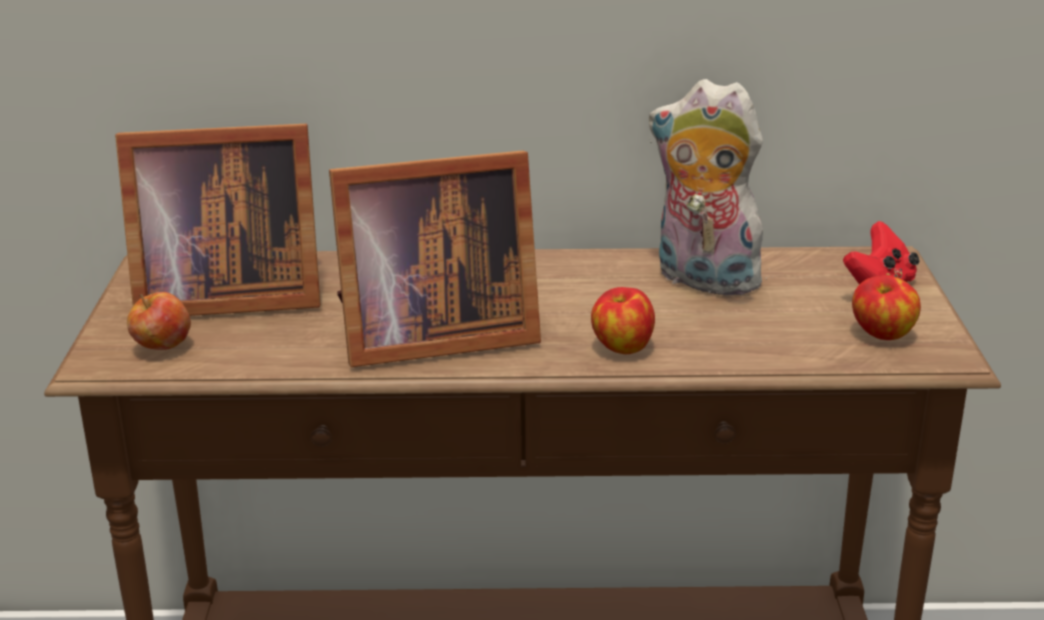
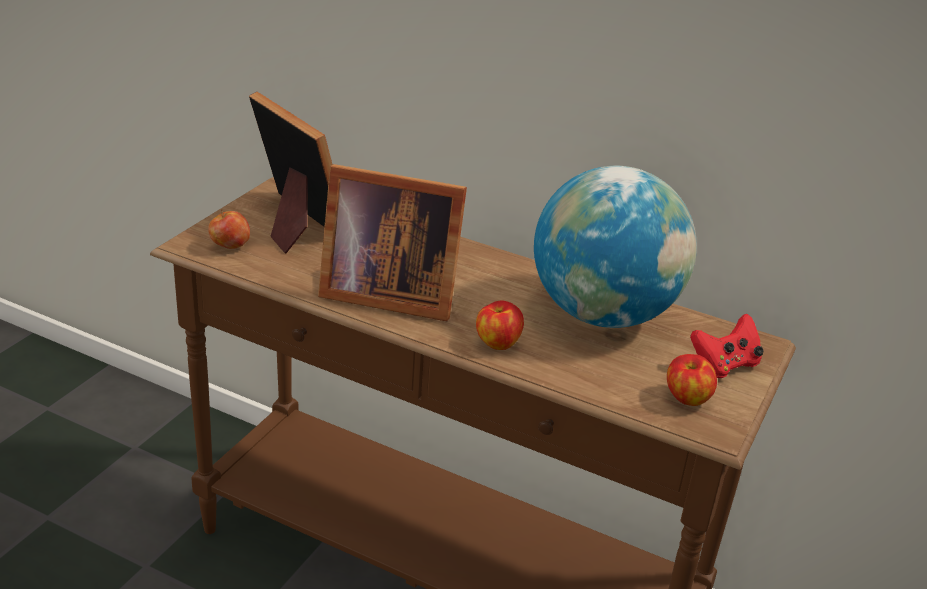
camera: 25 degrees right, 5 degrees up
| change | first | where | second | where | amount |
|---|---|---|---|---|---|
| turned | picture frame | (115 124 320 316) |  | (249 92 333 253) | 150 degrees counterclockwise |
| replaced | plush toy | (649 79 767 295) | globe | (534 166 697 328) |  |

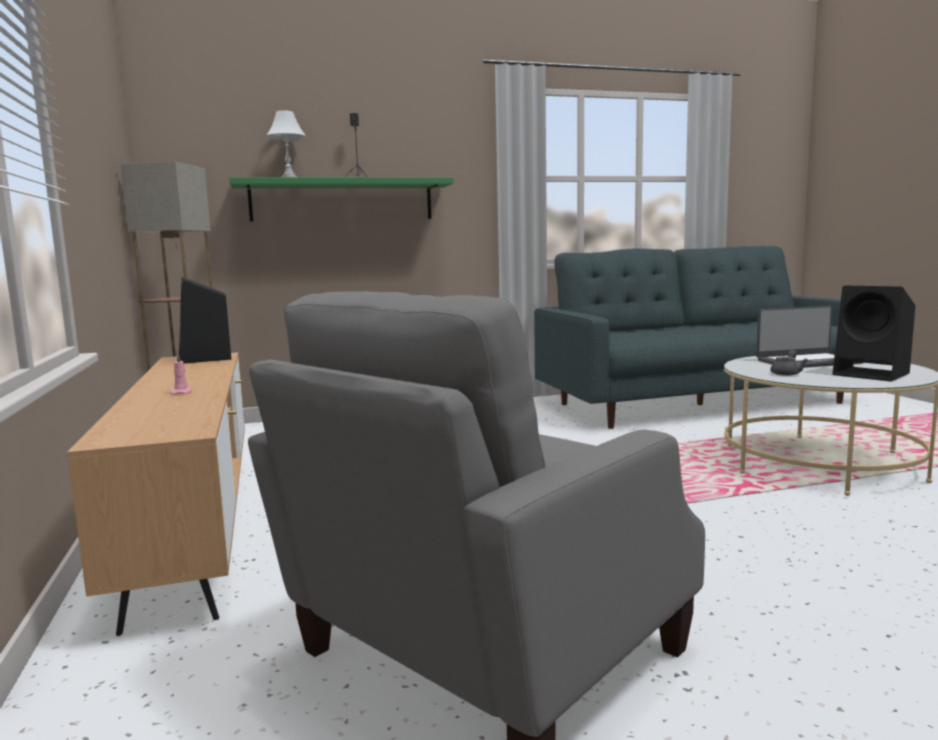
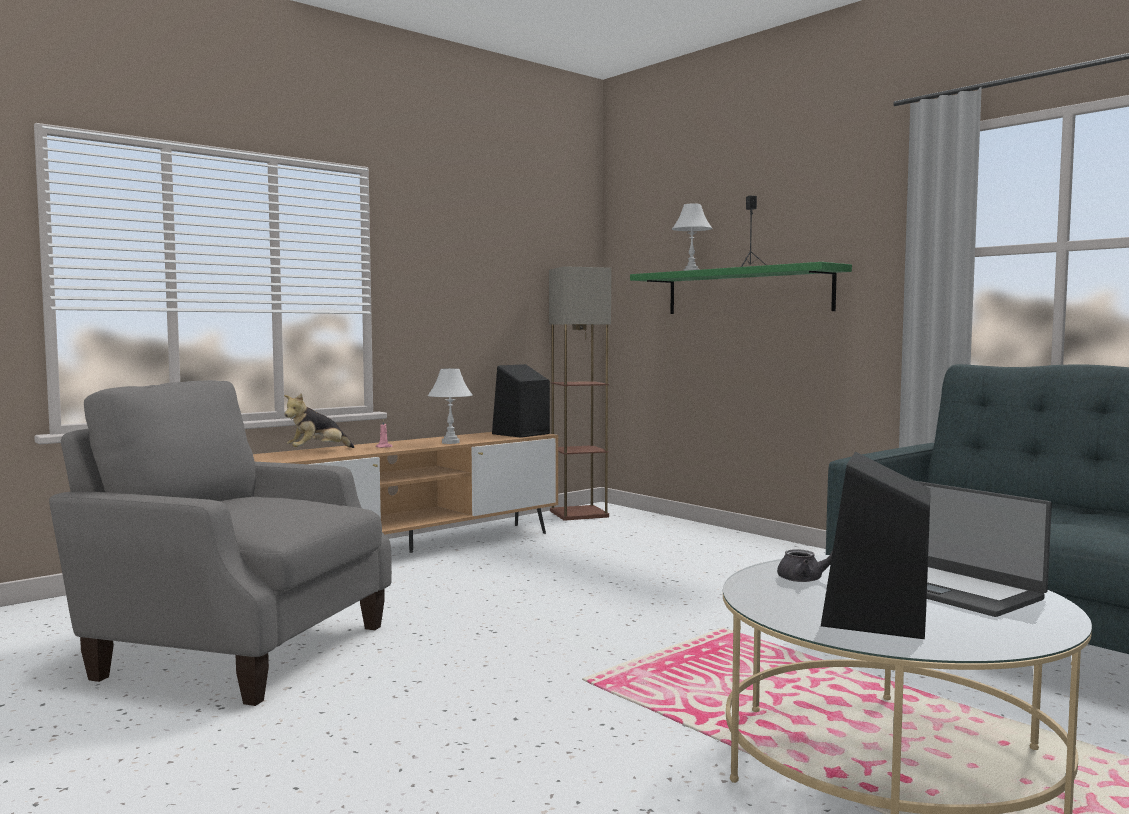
camera: 65 degrees right, 5 degrees down
| change | first | where | second | where | amount |
|---|---|---|---|---|---|
| added |  |  | plush toy | (284 393 354 448) |  |
| added |  |  | table lamp/white | (428 368 473 444) |  |

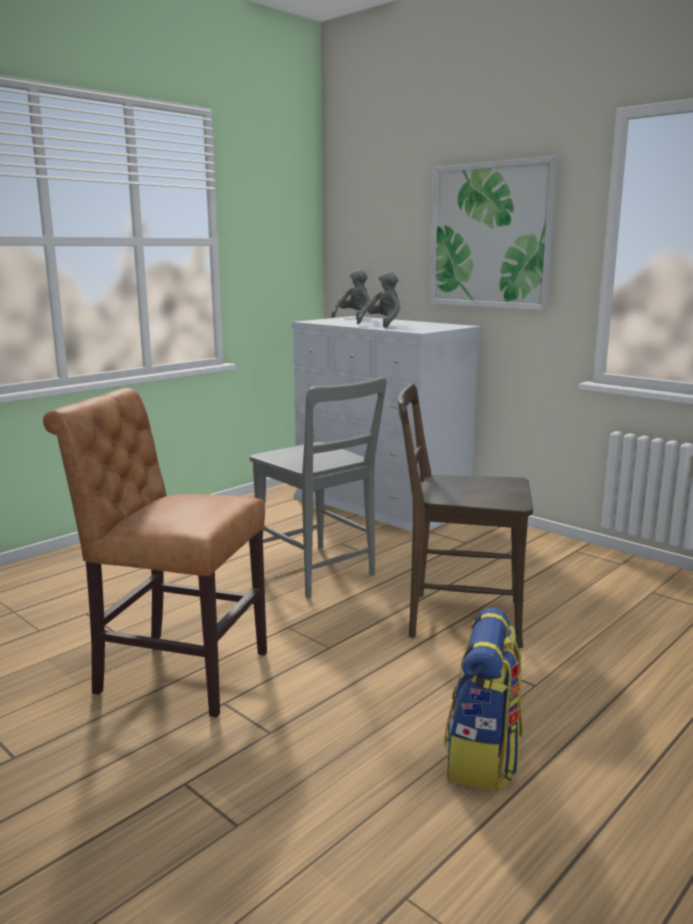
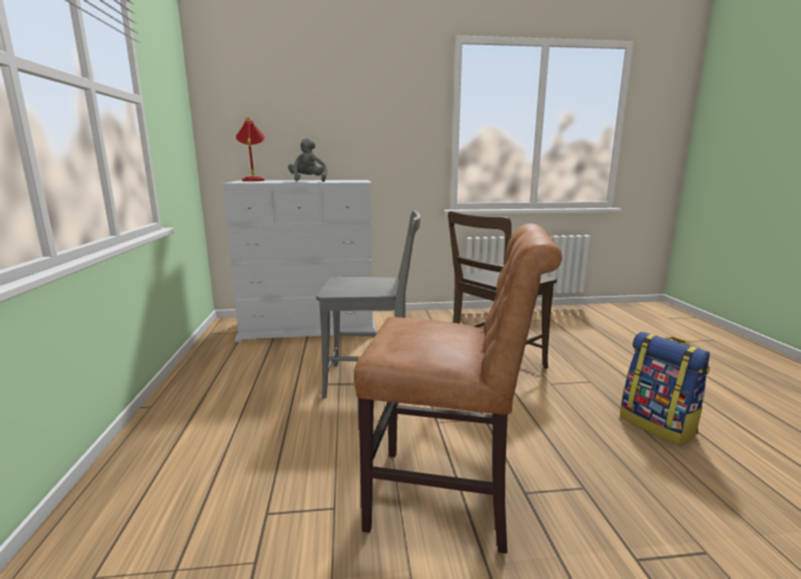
camera: 50 degrees left, 0 degrees up
| change | first | where | second | where | amount |
|---|---|---|---|---|---|
| replaced | plush toy/grey | (331 269 370 319) | table lamp/red | (236 116 265 181) |  |
| turned | chair/brown | (43 388 267 718) |  | (354 223 562 554) | 135 degrees counterclockwise |
| removed | picture | (430 156 559 310) |  |  |  |

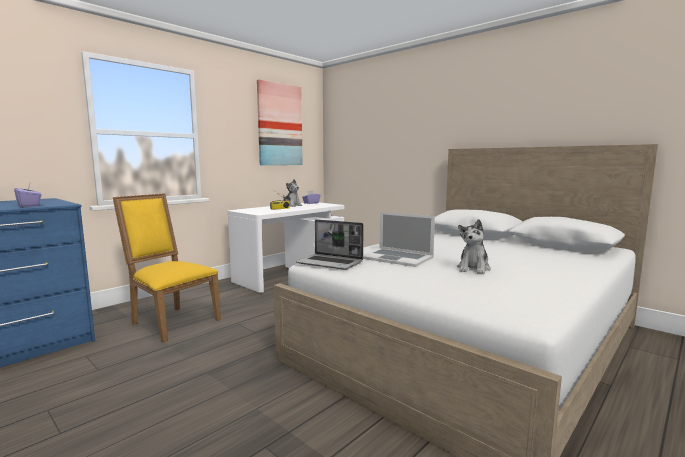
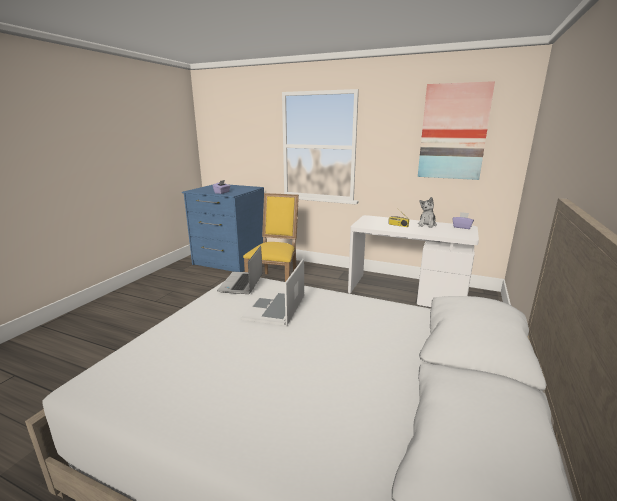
camera: 70 degrees right, 10 degrees up
| change | first | where | second | where | amount |
|---|---|---|---|---|---|
| removed | plush toy | (457 219 491 274) |  |  |  |

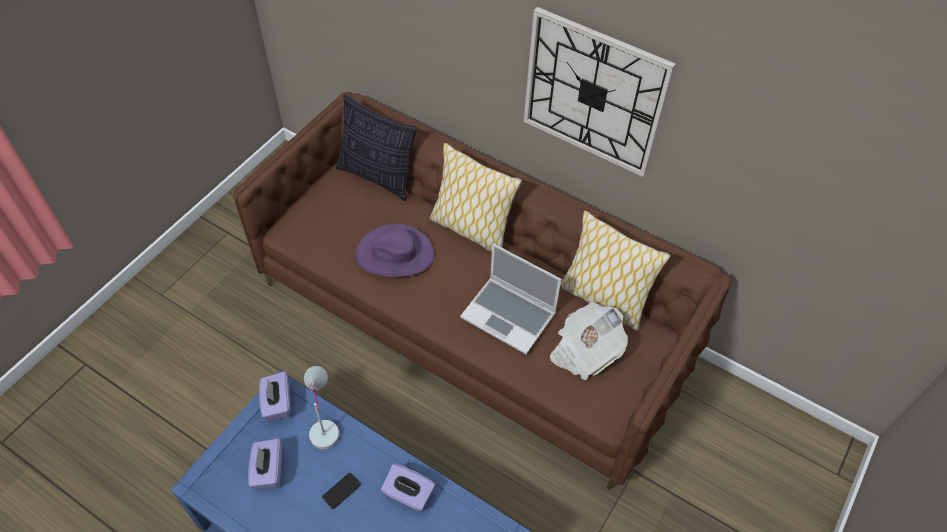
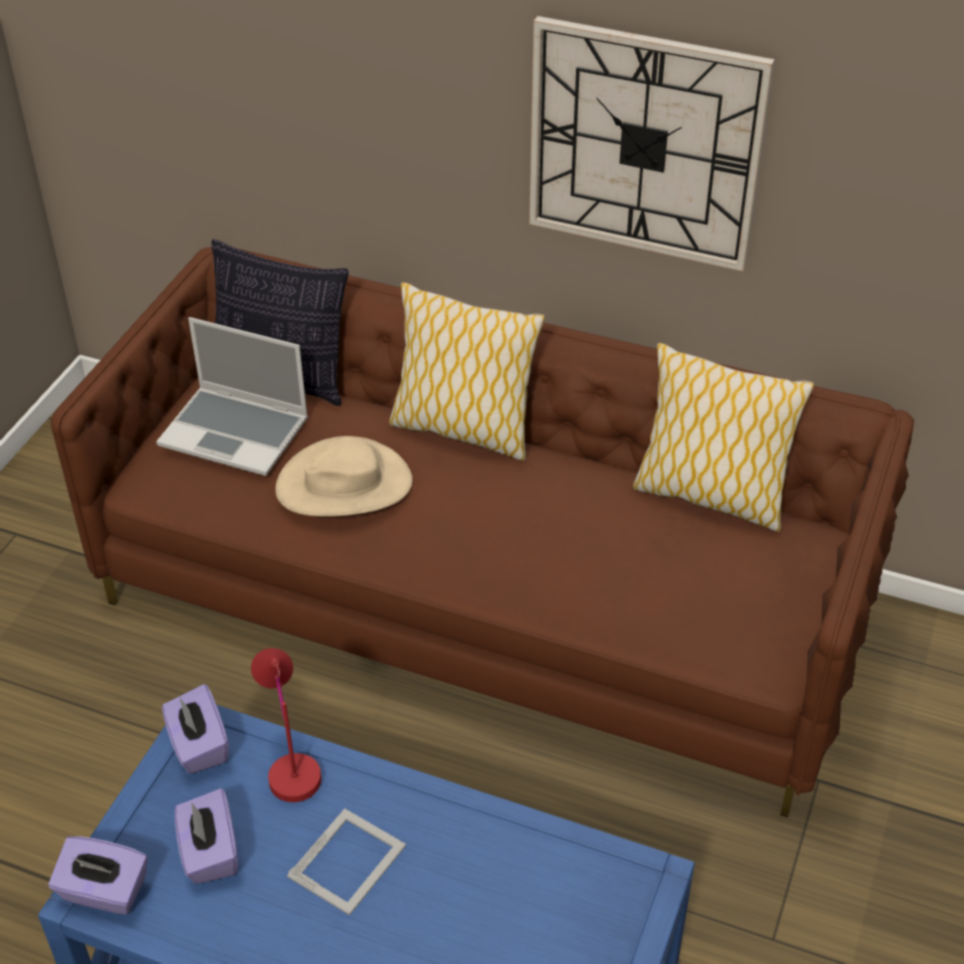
camera: 10 degrees left, 10 degrees down
| change | first | where | second | where | amount |
|---|---|---|---|---|---|
| moved | tissue box/purple | (381 463 435 512) |  | (48 836 148 915) |  |
| moved | laptop | (460 243 561 354) |  | (156 317 308 476) |  |
| recoloured | table lamp/white | (304 366 339 449) | table lamp/red | (251 648 321 802) |  |
| recoloured | hat/purple | (355 224 434 277) | hat/beige | (275 436 413 517) |  |
| replaced | phone | (322 473 361 509) | picture frame | (287 809 406 915) |  |
| removed | newspaper | (550 302 628 380) |  |  |  |

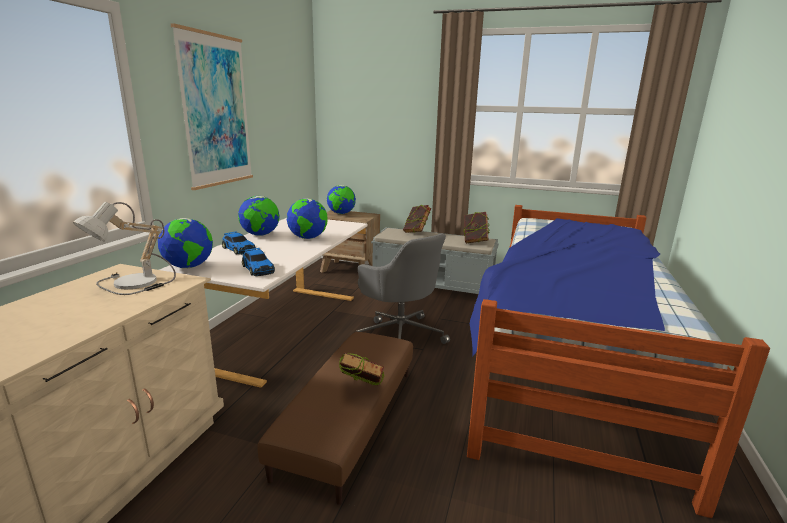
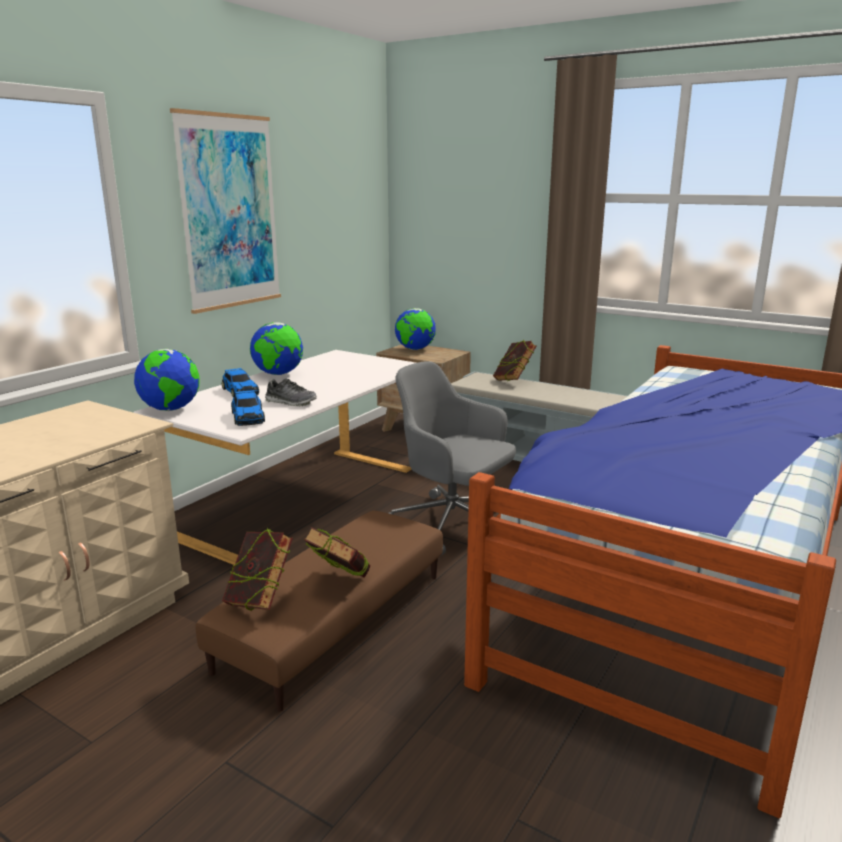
camera: 15 degrees right, 0 degrees up
| change | first | where | second | where | amount |
|---|---|---|---|---|---|
| moved | book | (463 212 489 244) |  | (222 528 293 611) |  |
| added |  |  | shoe | (265 378 317 406) |  |
| turned | office chair/grey | (356 233 450 344) |  | (389 361 516 555) | 150 degrees clockwise |
| removed | table lamp | (73 202 176 295) |  |  |  |
| removed | globe | (287 198 328 239) |  |  |  |

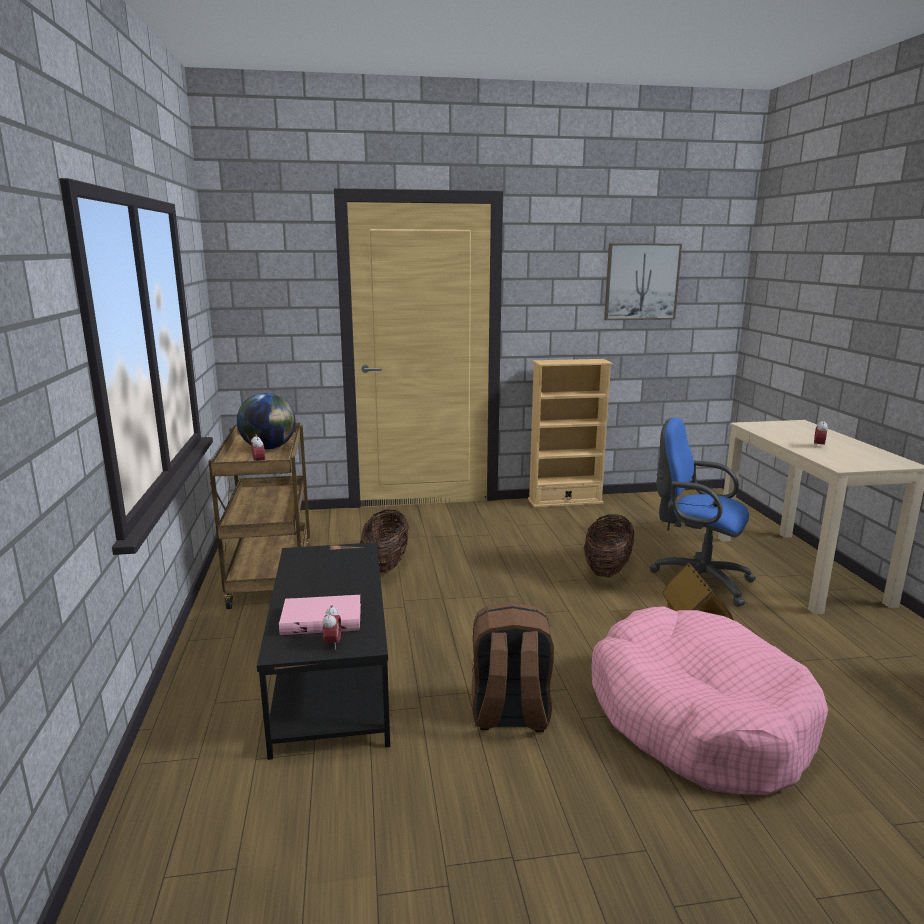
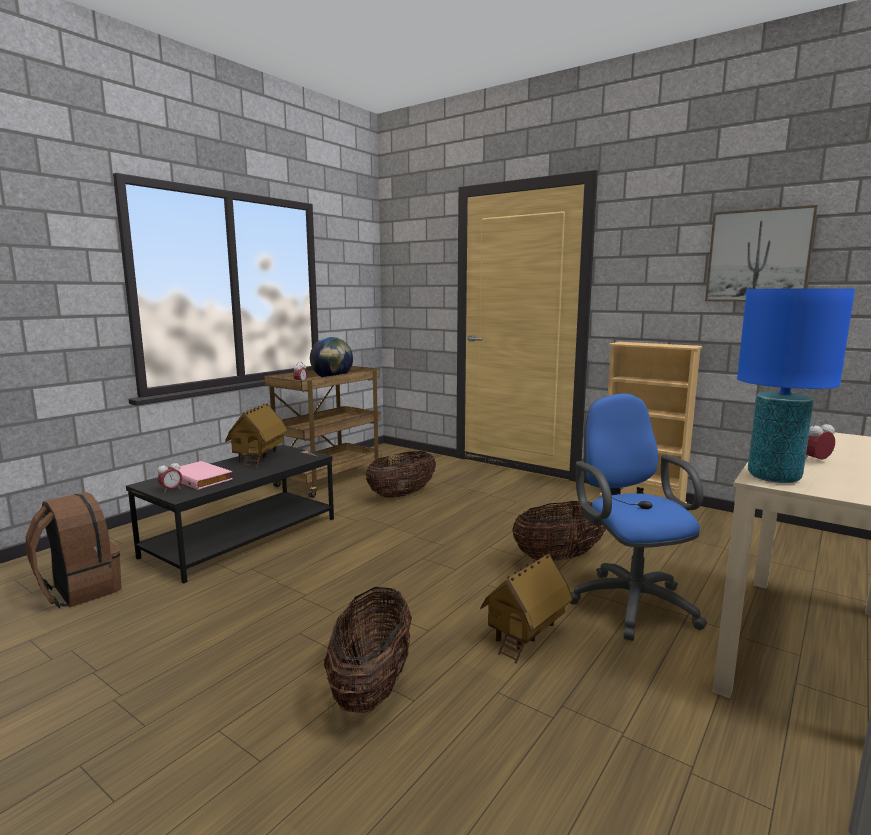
camera: 45 degrees right, 5 degrees down
| change | first | where | second | where | amount |
|---|---|---|---|---|---|
| moved | backpack/brown | (472 602 554 732) |  | (26 492 122 608) |  |
| added |  |  | toy house | (225 403 287 468) |  |
| replaced | dog bed/pink | (591 607 828 795) | basket | (324 587 412 713) |  |
| added |  |  | table lamp/blue | (737 288 855 483) |  |

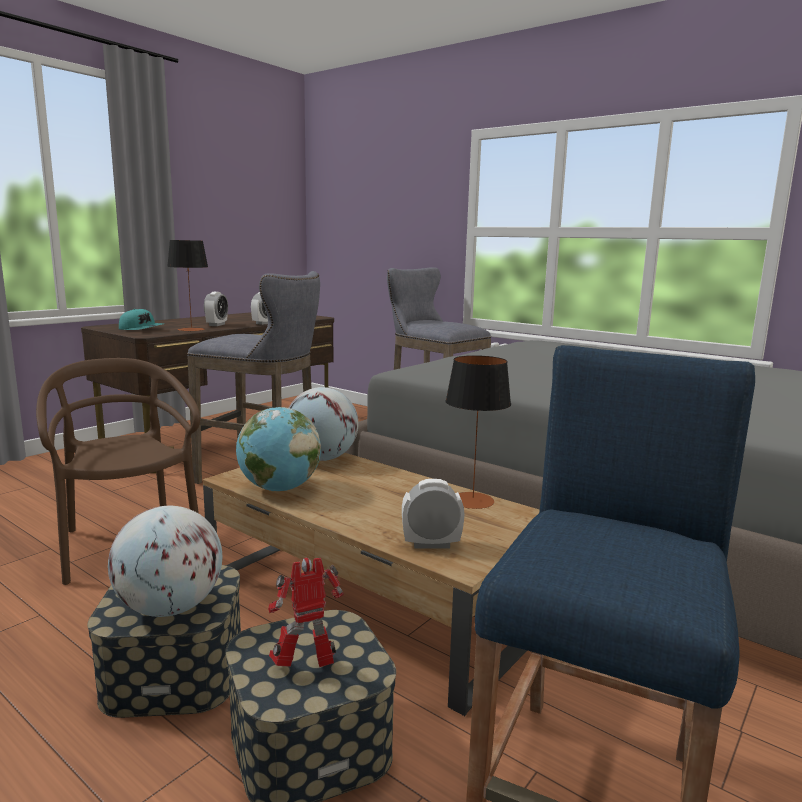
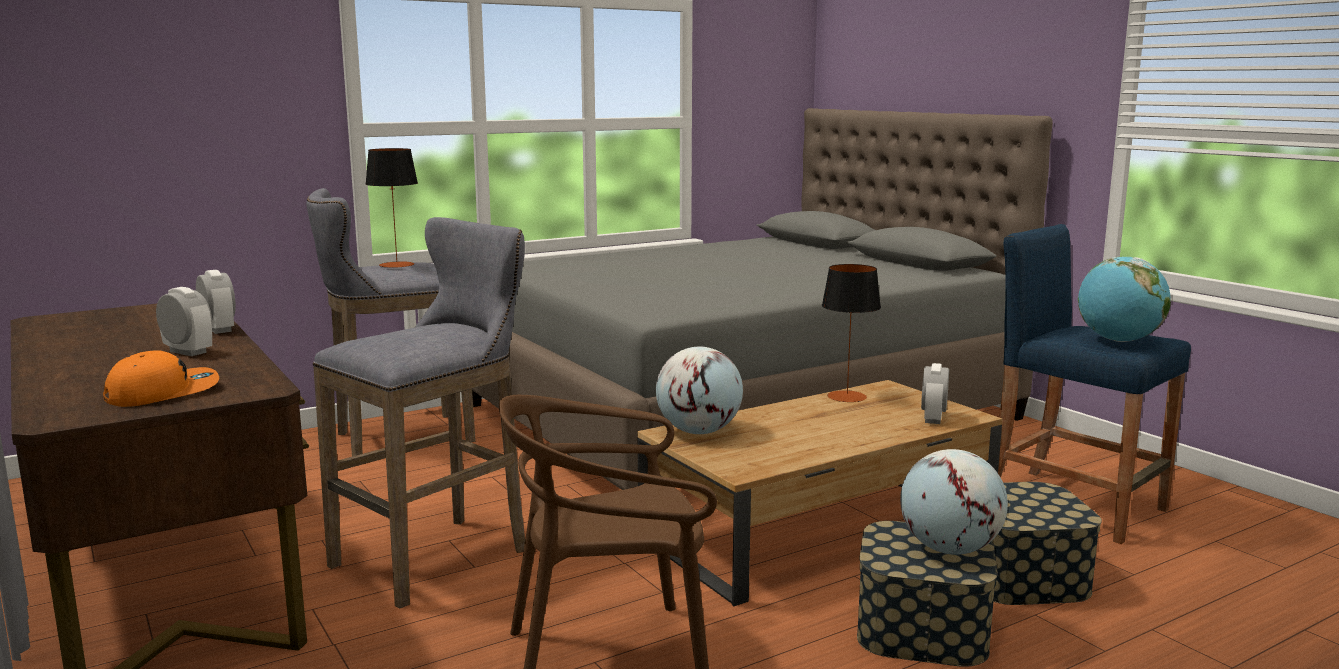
camera: 70 degrees left, 0 degrees up
| change | first | where | second | where | amount |
|---|---|---|---|---|---|
| recoloured | cap/turquoise | (119 309 164 330) | cap/orange | (103 350 219 407) |  |
| moved | table lamp | (167 240 208 332) |  | (365 148 418 268) |  |
| moved | globe | (236 407 321 491) |  | (1078 257 1171 342) |  |
| removed | toy robot | (268 558 344 667) |  |  |  |

